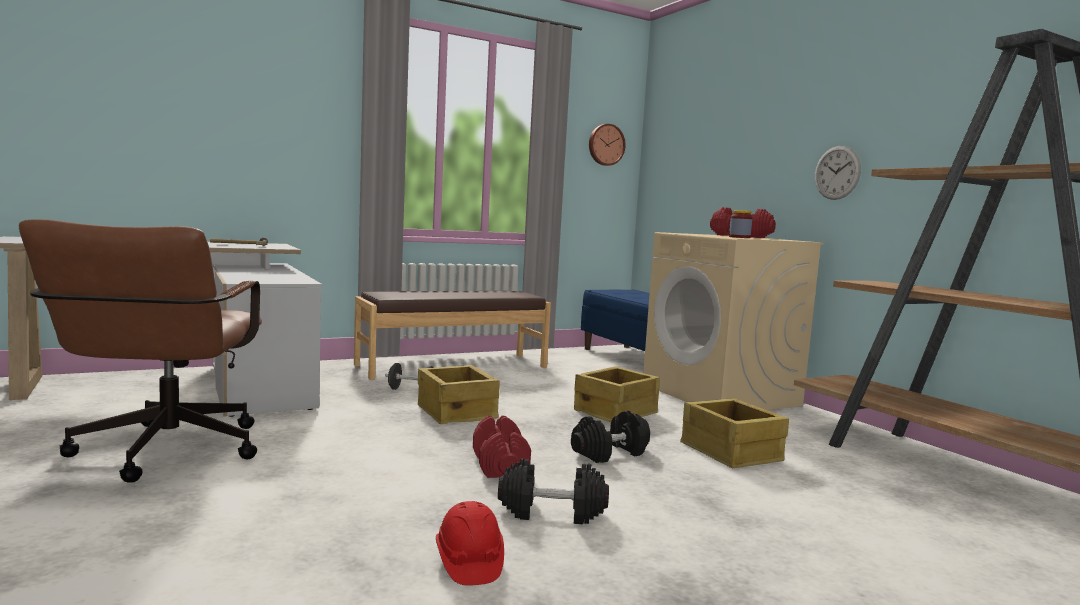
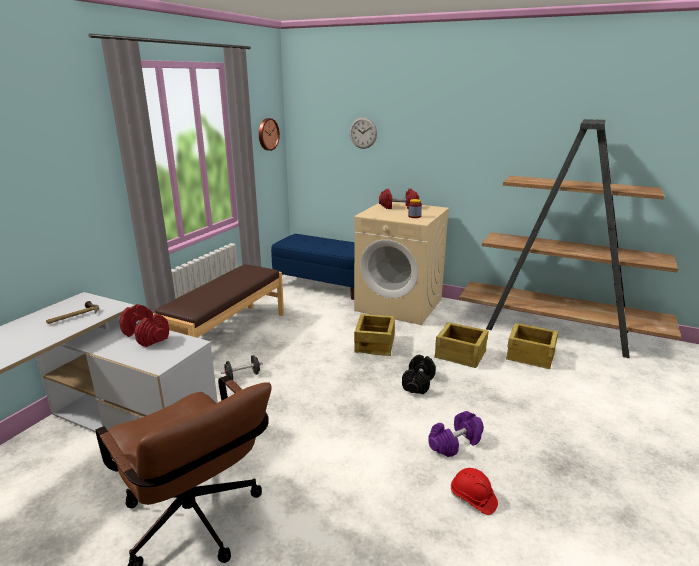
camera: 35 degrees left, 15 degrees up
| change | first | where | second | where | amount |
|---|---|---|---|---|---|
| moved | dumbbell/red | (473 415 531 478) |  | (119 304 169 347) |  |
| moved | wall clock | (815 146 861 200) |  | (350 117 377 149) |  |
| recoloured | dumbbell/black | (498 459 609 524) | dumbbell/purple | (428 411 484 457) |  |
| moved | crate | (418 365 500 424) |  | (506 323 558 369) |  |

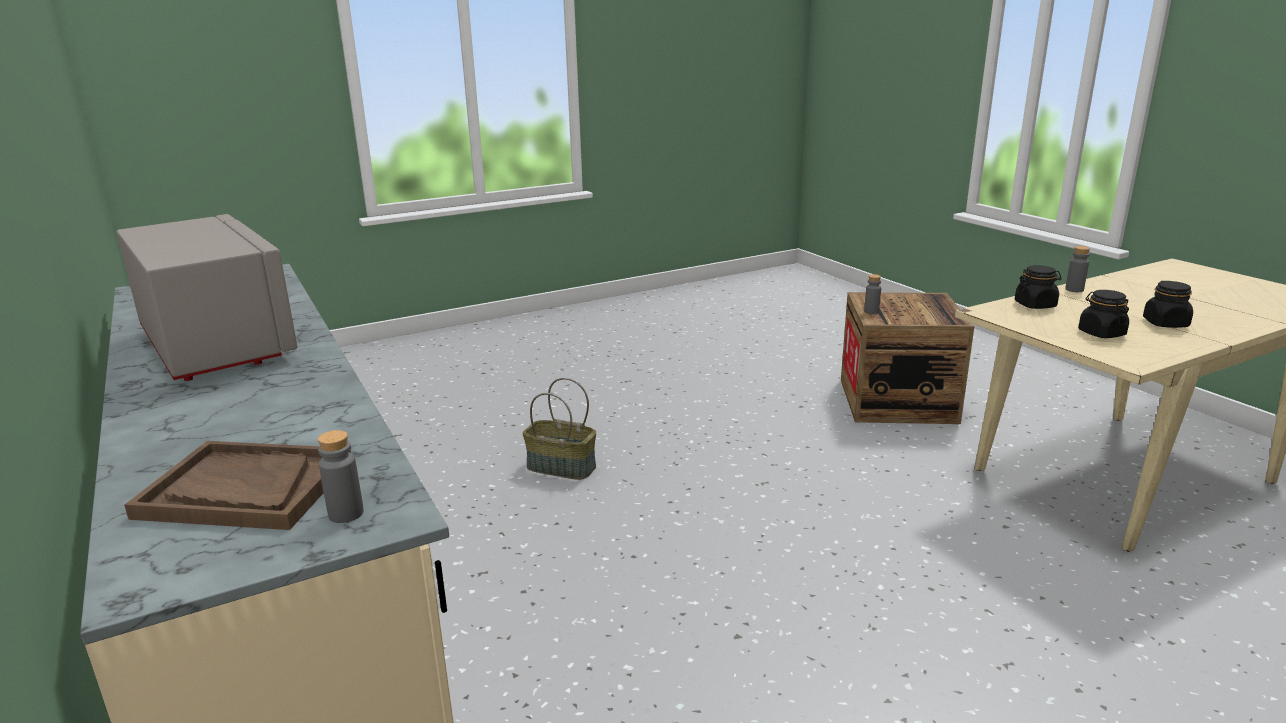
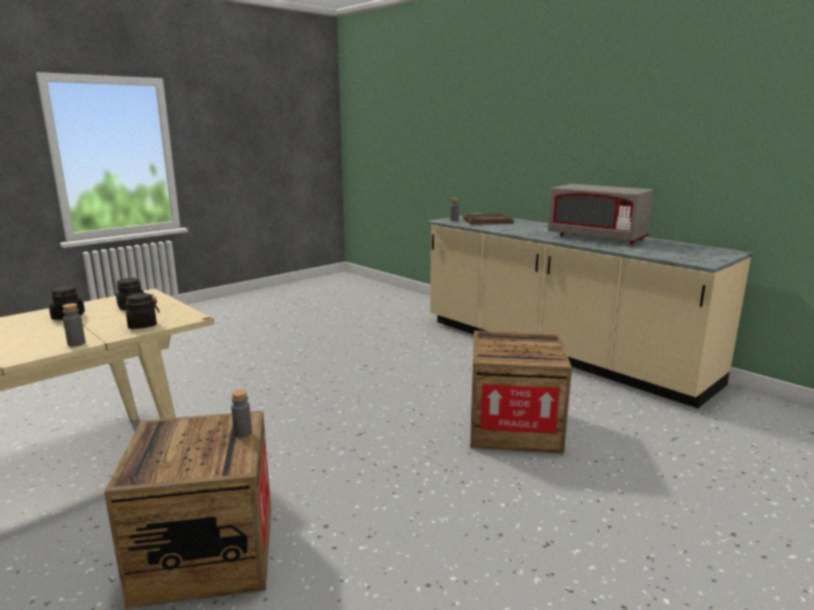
camera: 165 degrees right, 5 degrees down
| change | first | where | second | where | amount |
|---|---|---|---|---|---|
| replaced | basket | (523 378 596 480) | crate | (470 331 572 454) |  |

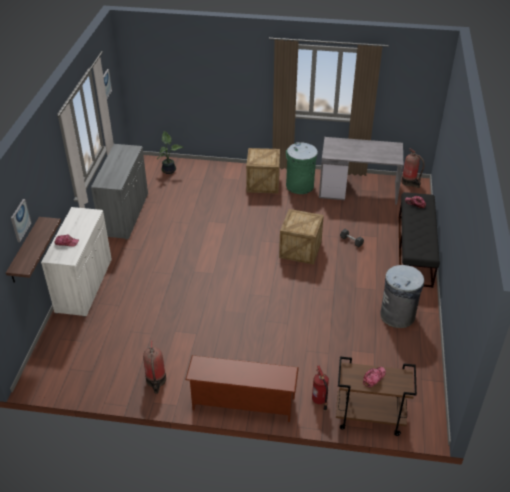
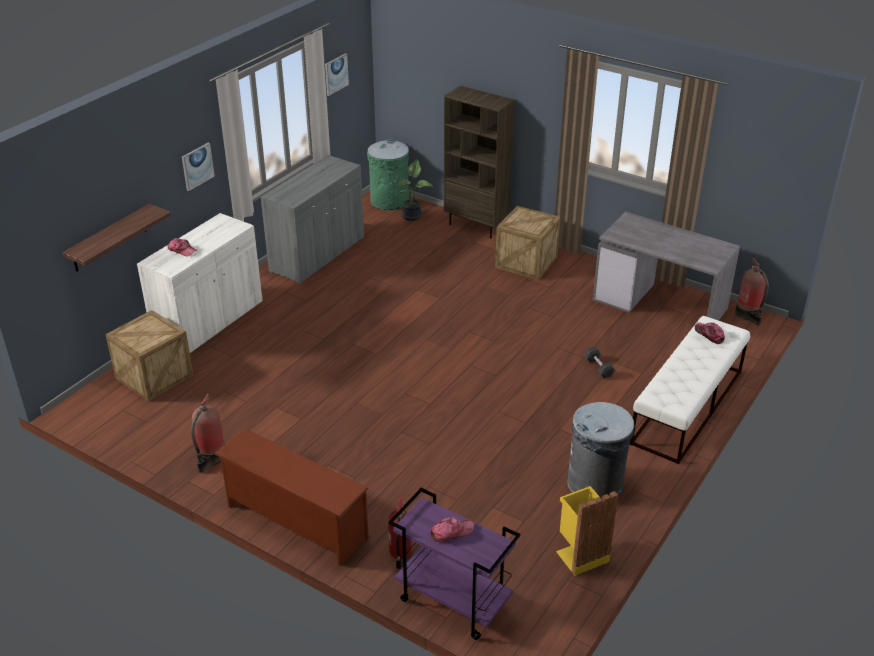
camera: 25 degrees right, 5 degrees down
| change | first | where | second | where | amount |
|---|---|---|---|---|---|
| moved | crate | (279 209 324 265) |  | (105 310 194 401) |  |
| moved | picture | (11 199 31 242) |  | (182 143 215 191) |  |
| moved | trash can/green | (286 142 318 194) |  | (367 139 409 210) |  |
| recoloured | cart/brown | (336 356 417 436) | cart/purple | (389 488 521 640) |  |
| added |  |  | bookcase/brown | (444 86 515 239) |  |
| added |  |  | trash can/yellow | (556 486 618 576) |  |
| recoloured | bench/black | (399 192 440 288) | bench/white | (629 316 750 464) |  |

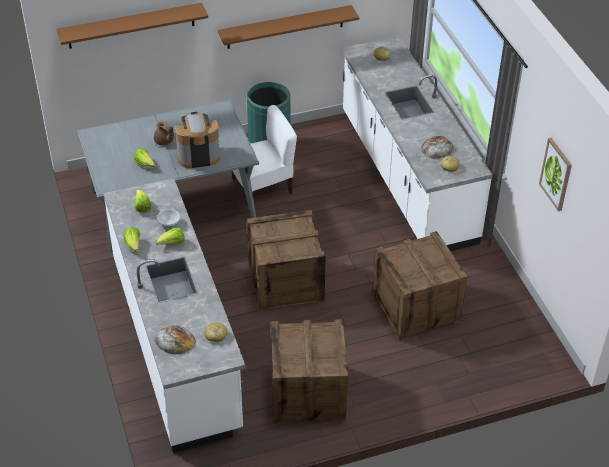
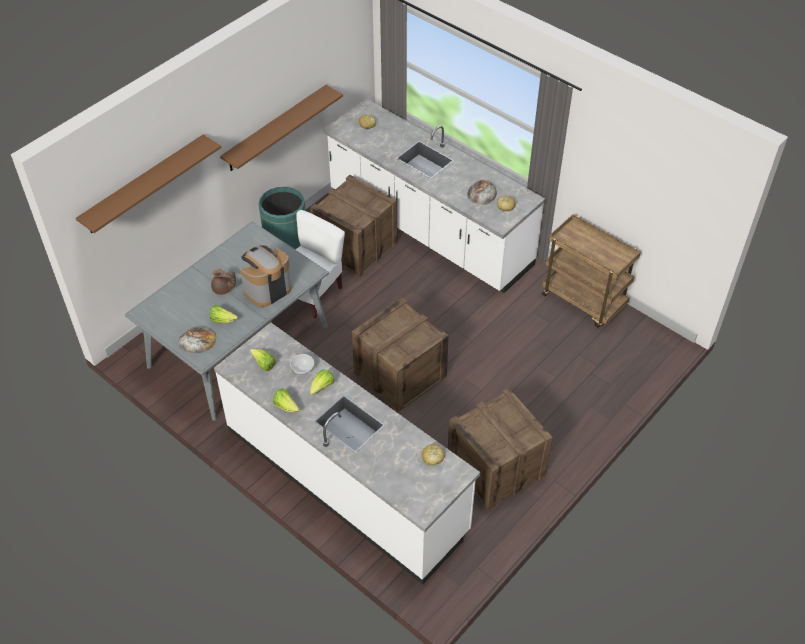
camera: 30 degrees left, 5 degrees up
| change | first | where | second | where | amount |
|---|---|---|---|---|---|
| moved | bread | (155 325 196 354) |  | (178 327 216 353) |  |
| moved | crate | (373 231 467 341) |  | (310 175 397 277) |  |
| added |  |  | cart/brown | (542 214 641 328) |  |
| removed | picture | (539 138 572 211) |  |  |  |

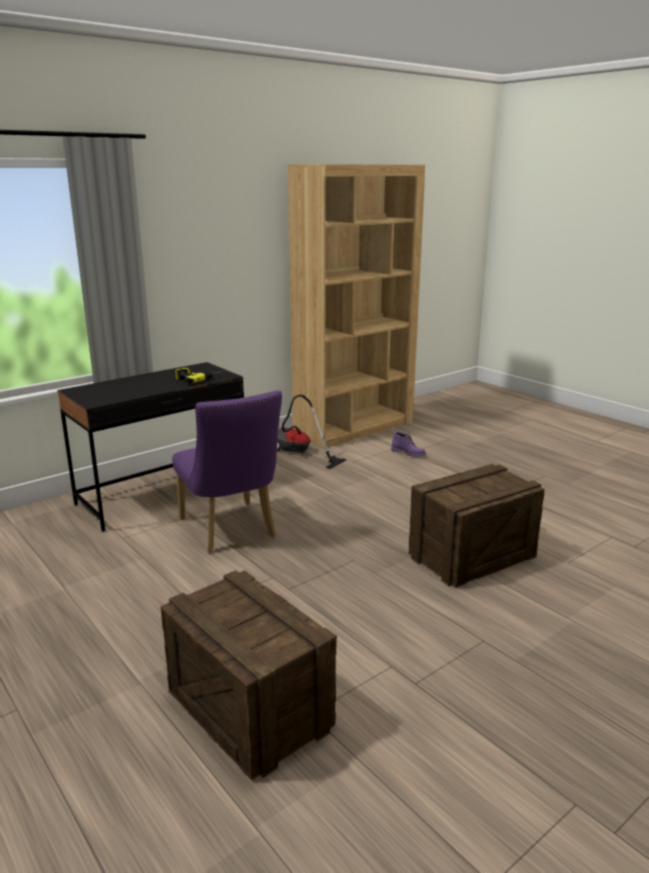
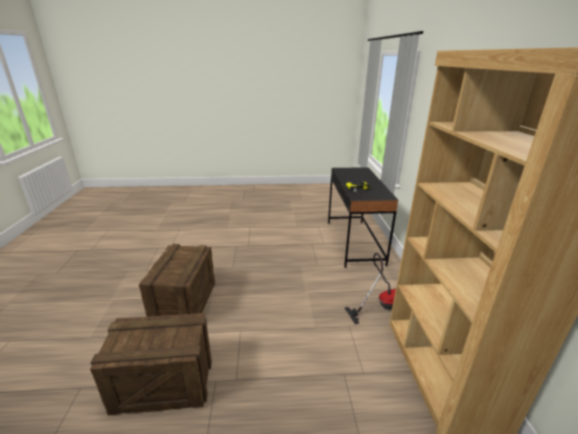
camera: 125 degrees right, 5 degrees up
| change | first | where | second | where | amount |
|---|---|---|---|---|---|
| moved | crate | (161 570 337 780) |  | (90 313 212 415) |  |
| removed | chair/purple | (172 390 282 553) |  |  |  |
| removed | boot/purple | (391 432 426 457) |  |  |  |

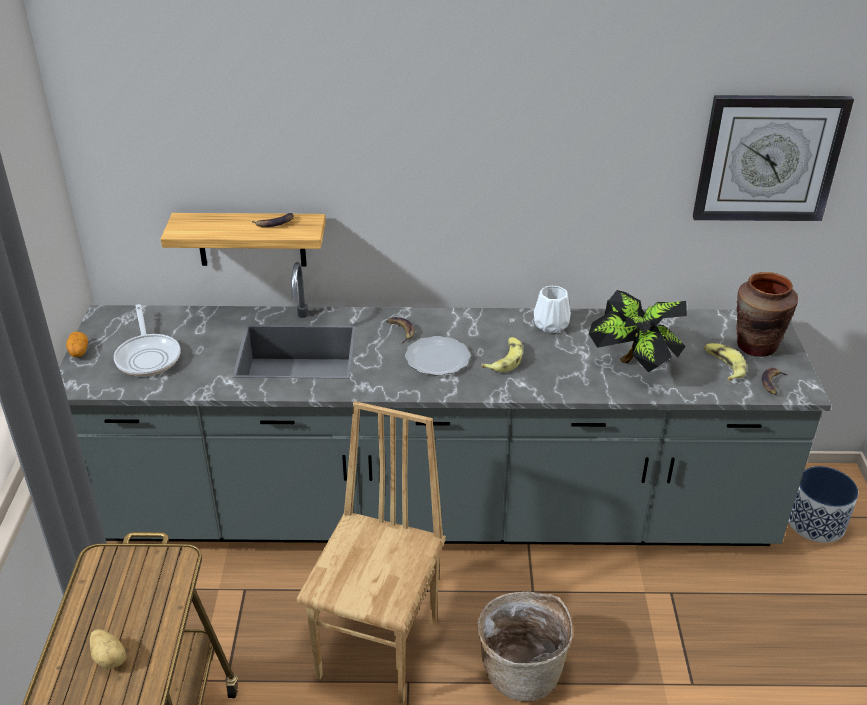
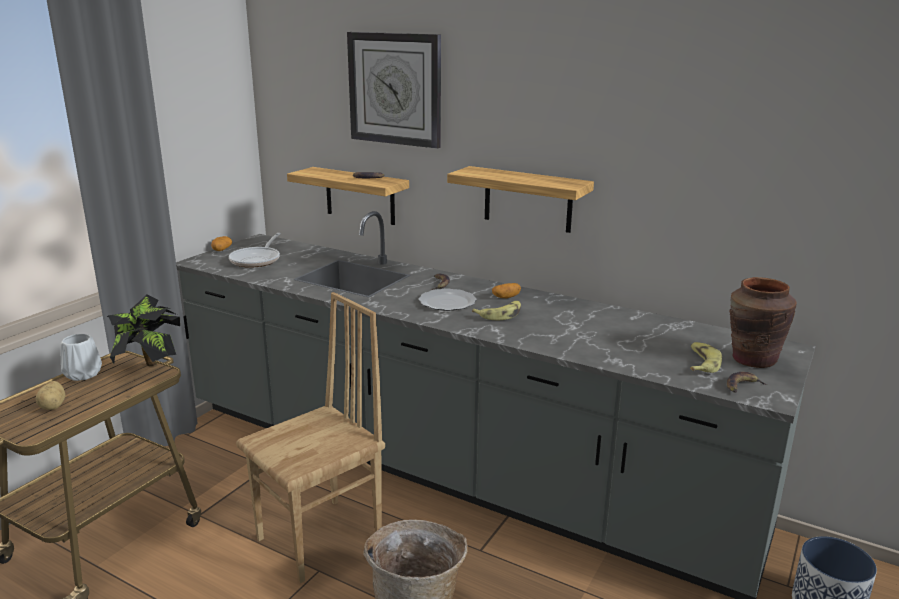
camera: 30 degrees right, 15 degrees down
| change | first | where | second | where | amount |
|---|---|---|---|---|---|
| moved | vase/white | (534 286 571 333) |  | (61 334 102 381) |  |
| moved | potted plant | (589 290 687 372) |  | (107 294 180 366) |  |
| moved | wall clock | (693 95 854 221) |  | (347 32 441 149) |  |
| added |  |  | shelf | (447 166 594 233) |  |
| added |  |  | potato | (492 283 521 298) |  |

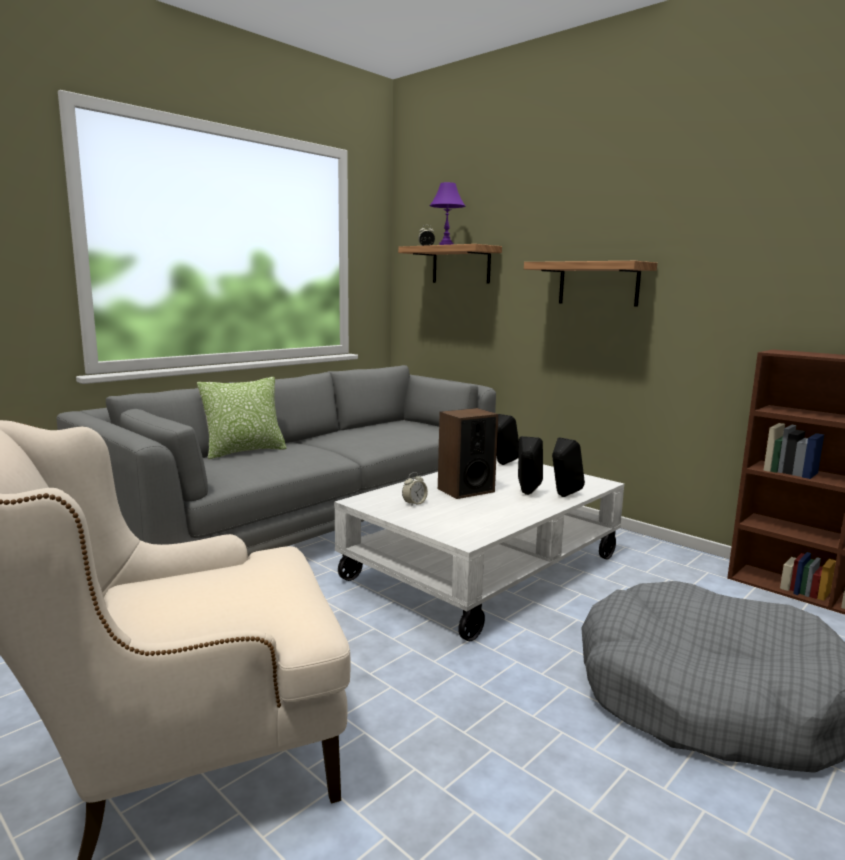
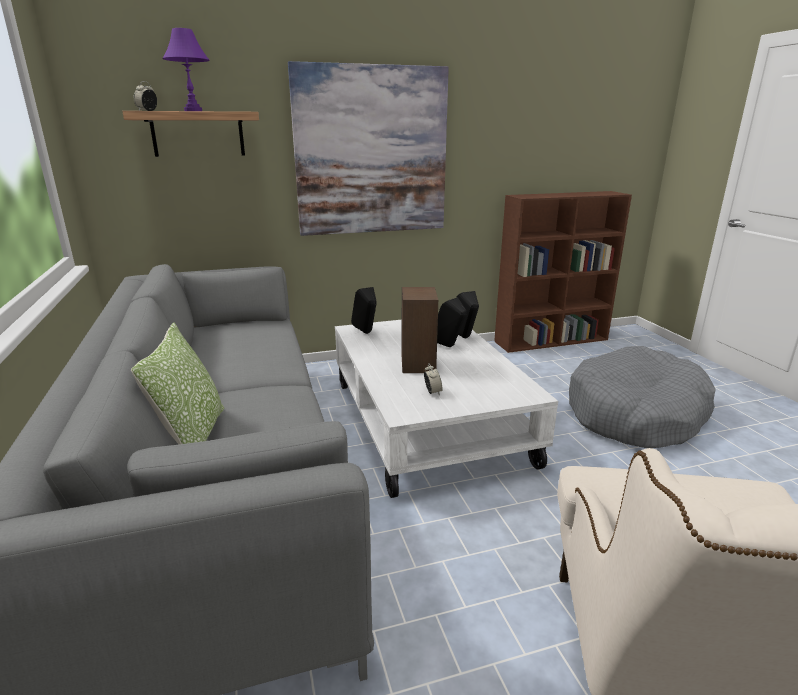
camera: 60 degrees left, 10 degrees up
| change | first | where | second | where | amount |
|---|---|---|---|---|---|
| replaced | shelf | (524 261 657 307) | picture | (288 61 449 236) |  |

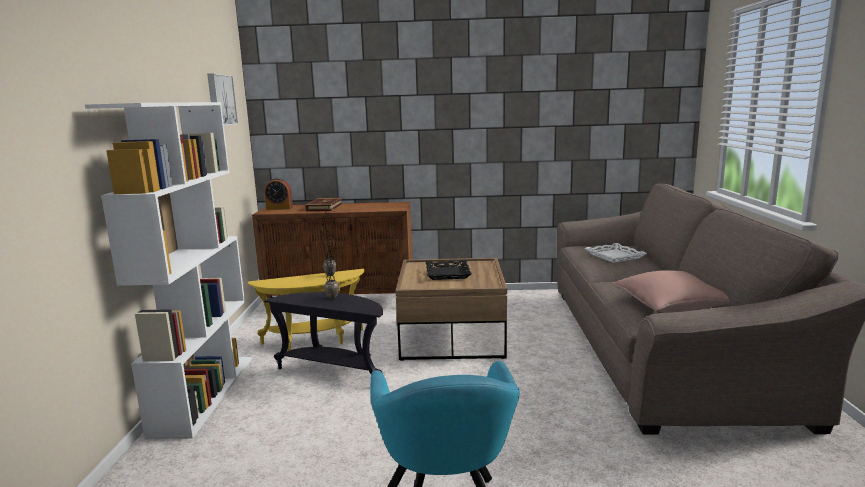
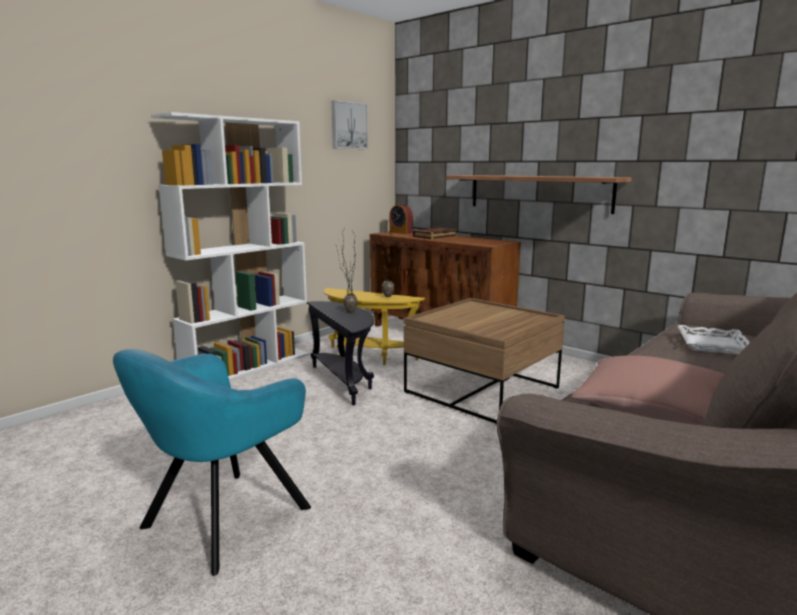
camera: 40 degrees right, 0 degrees up
| change | first | where | second | where | amount |
|---|---|---|---|---|---|
| added |  |  | shelf | (446 175 632 214) |  |
| removed | tray/black | (426 260 472 280) |  |  |  |

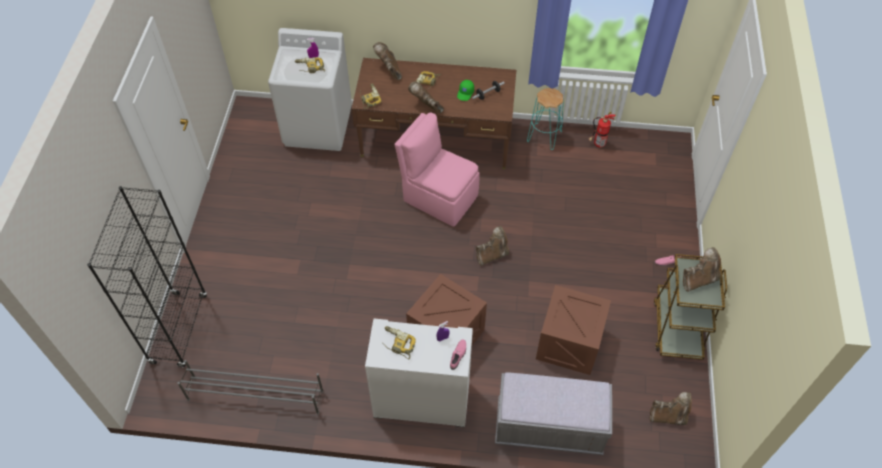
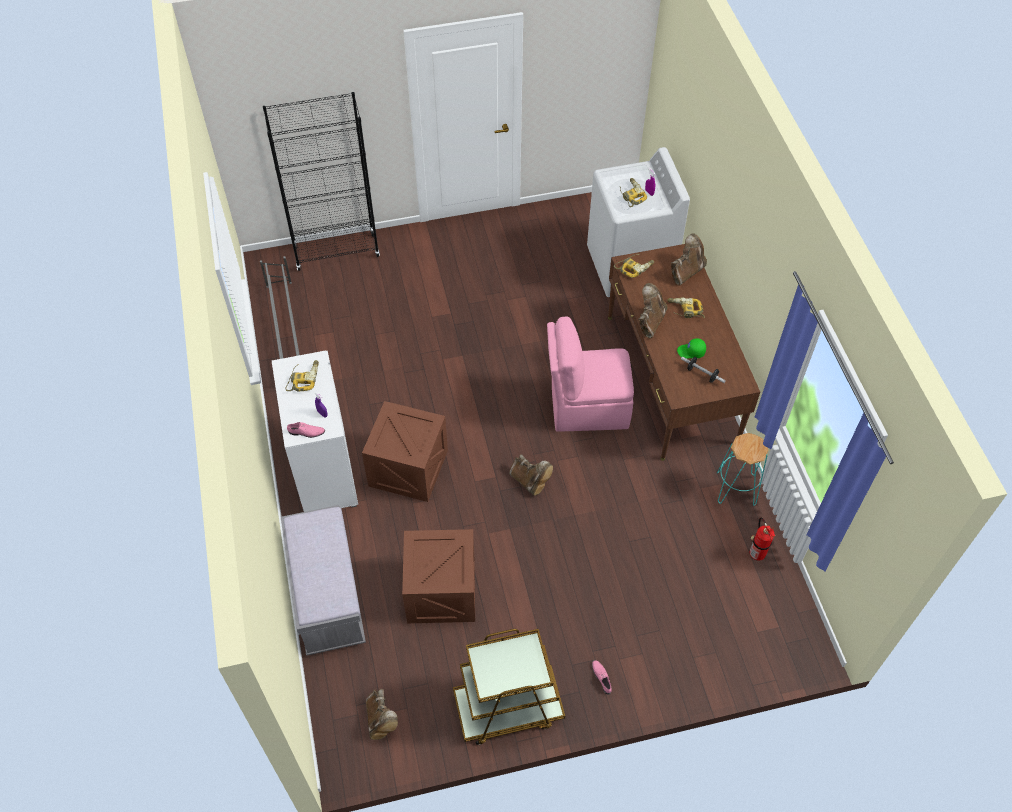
camera: 70 degrees right, 0 degrees up
| change | first | where | second | where | amount |
|---|---|---|---|---|---|
| turned | chair/pink | (394 113 480 227) |  | (547 316 634 431) | 105 degrees counterclockwise |
| removed | boot/brown | (683 247 721 292) |  |  |  |

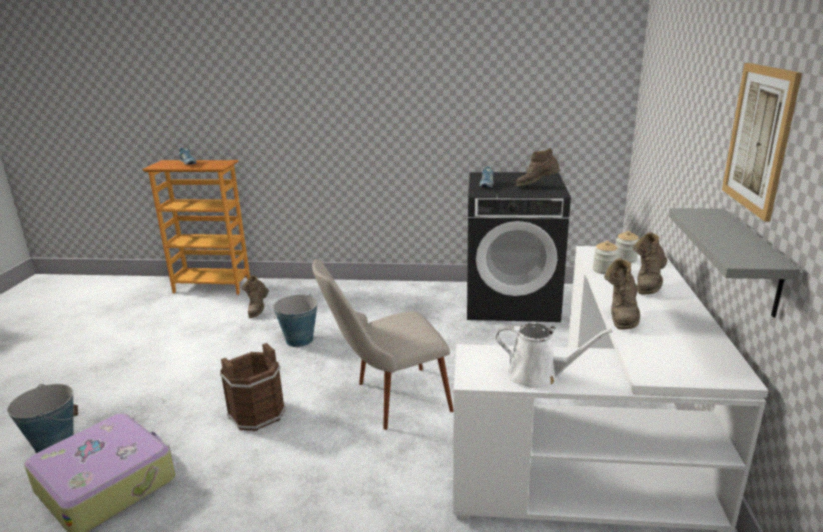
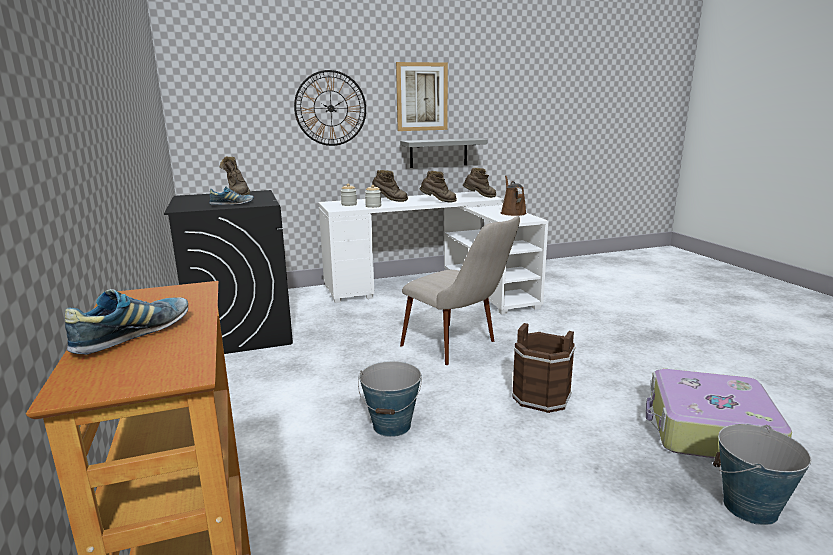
camera: 115 degrees left, 5 degrees down
| change | first | where | second | where | amount |
|---|---|---|---|---|---|
| added |  |  | wall clock | (294 70 366 146) |  |
| moved | boot/brown | (241 275 269 318) |  | (463 168 496 198) |  |
| recoloured | watering can/white | (496 323 613 390) | watering can/brown | (501 175 527 216) |  |

